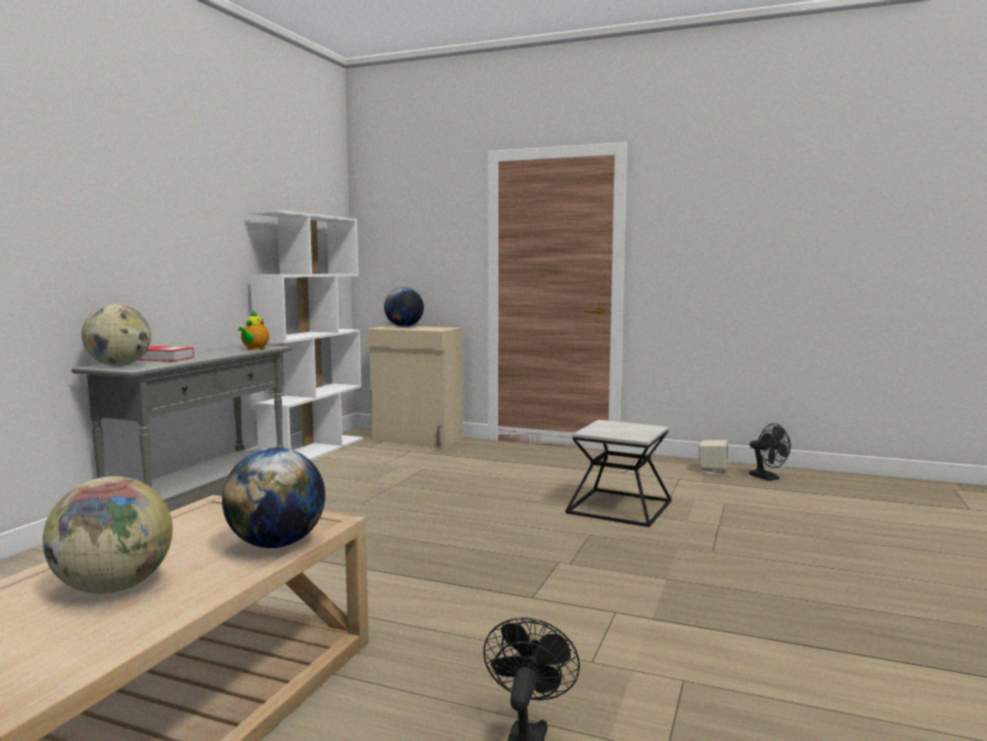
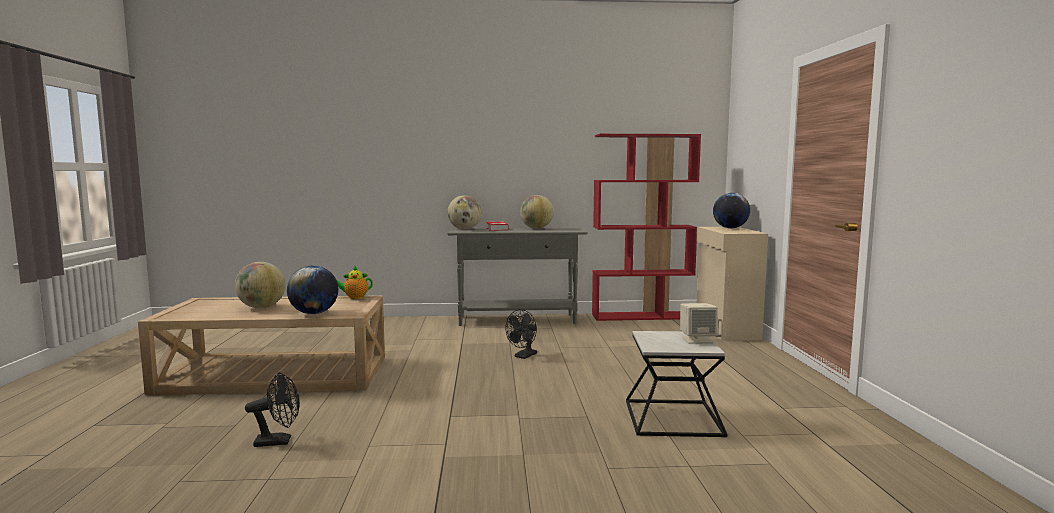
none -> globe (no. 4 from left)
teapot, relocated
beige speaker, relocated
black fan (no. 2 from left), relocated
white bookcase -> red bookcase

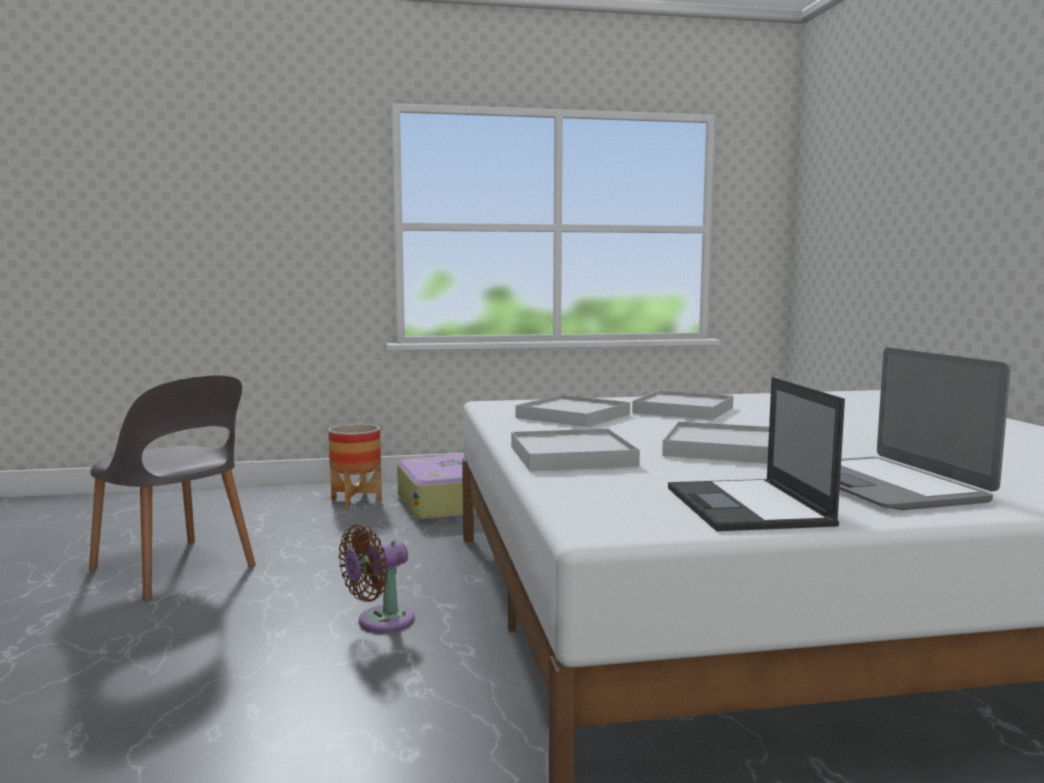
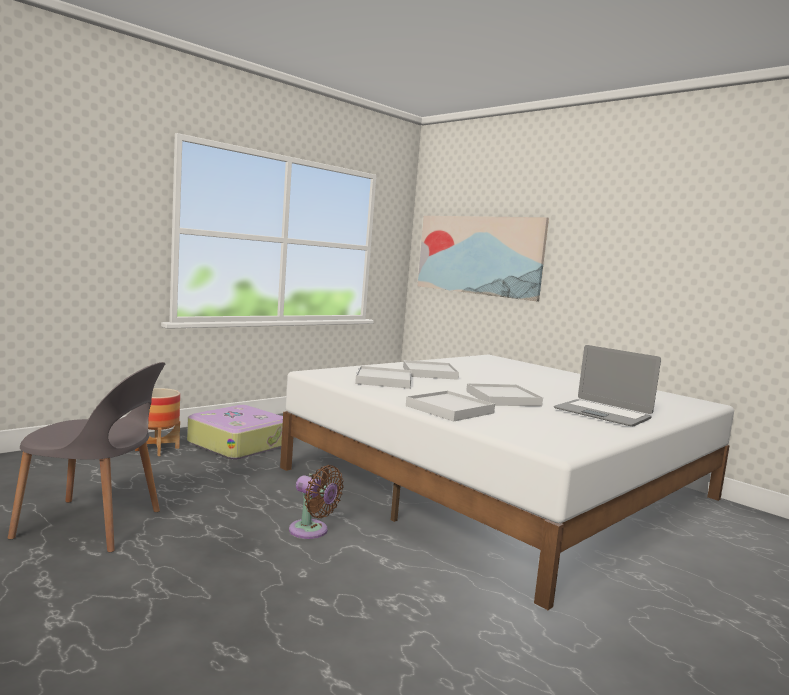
laptop (no. 1 from left) -> none
none -> picture
brown fan, 75 degrees counterclockwise

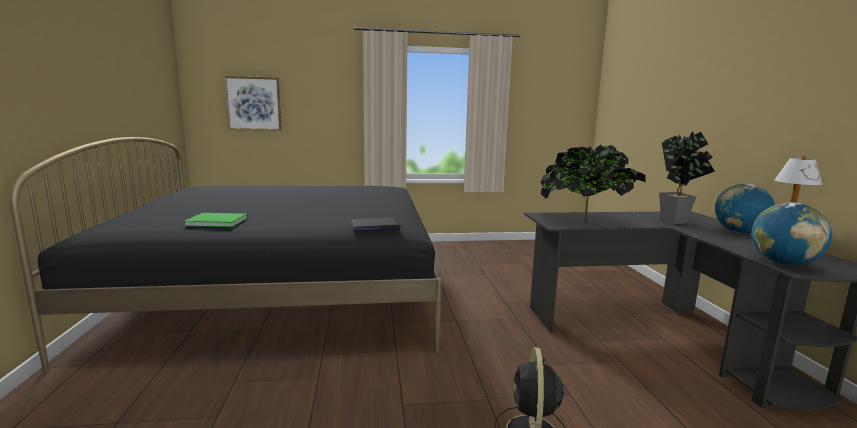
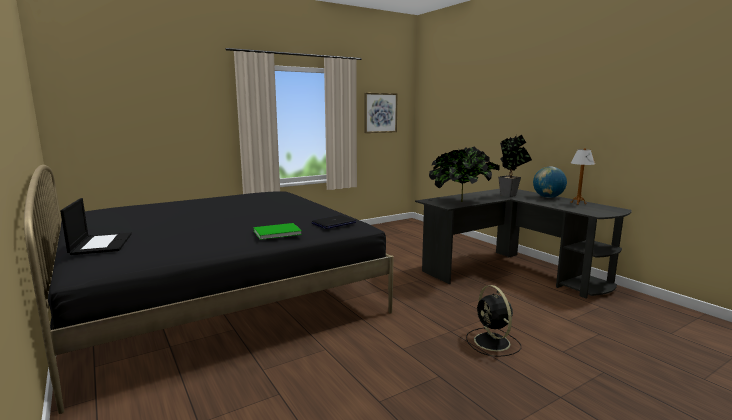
globe (no. 2 from left) -> none
none -> laptop (no. 1 from left)
green book, relocated
picture, relocated

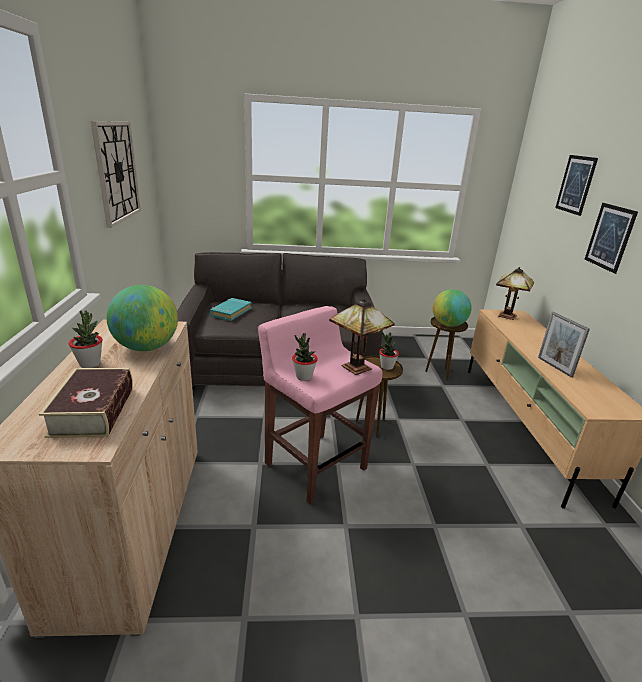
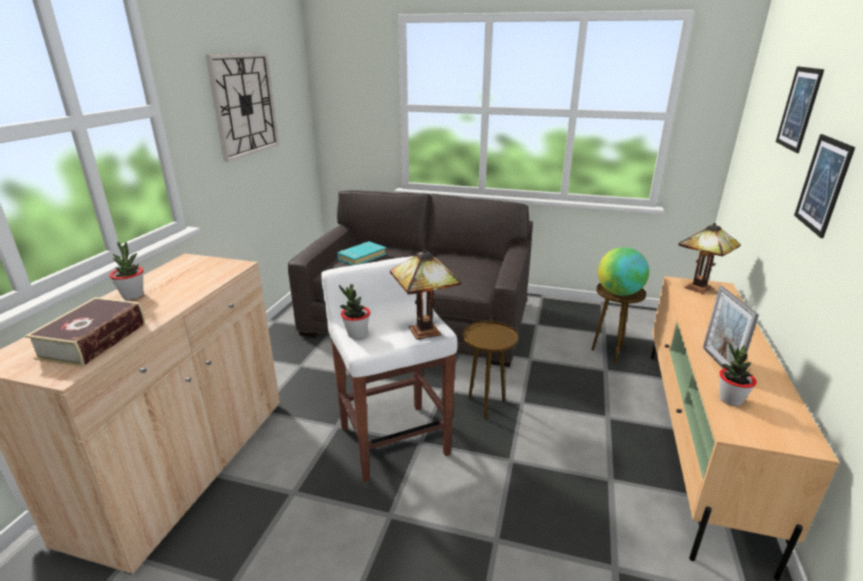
globe (no. 1 from left) -> none
potted plant (no. 3 from left), relocated
pink stool -> white stool

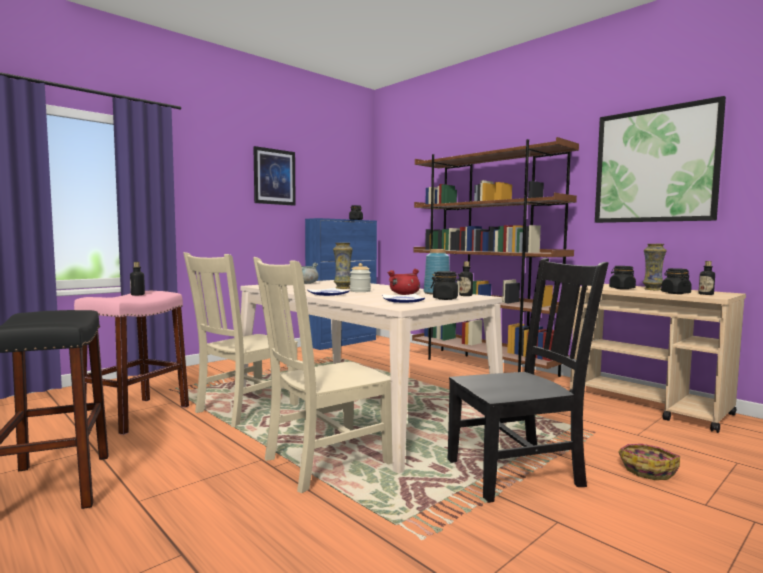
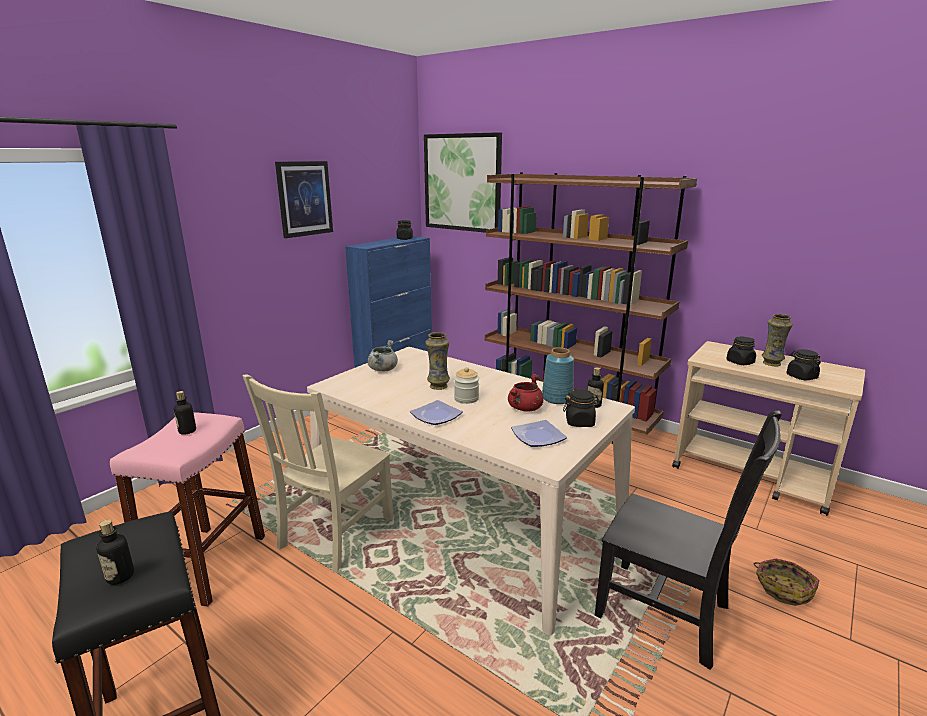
beige chair (no. 2 from left) -> none
picture (no. 2 from left), relocated
bottle (no. 3 from left in the first image) -> bottle (no. 1 from left), relocated
black chair, 60 degrees clockwise

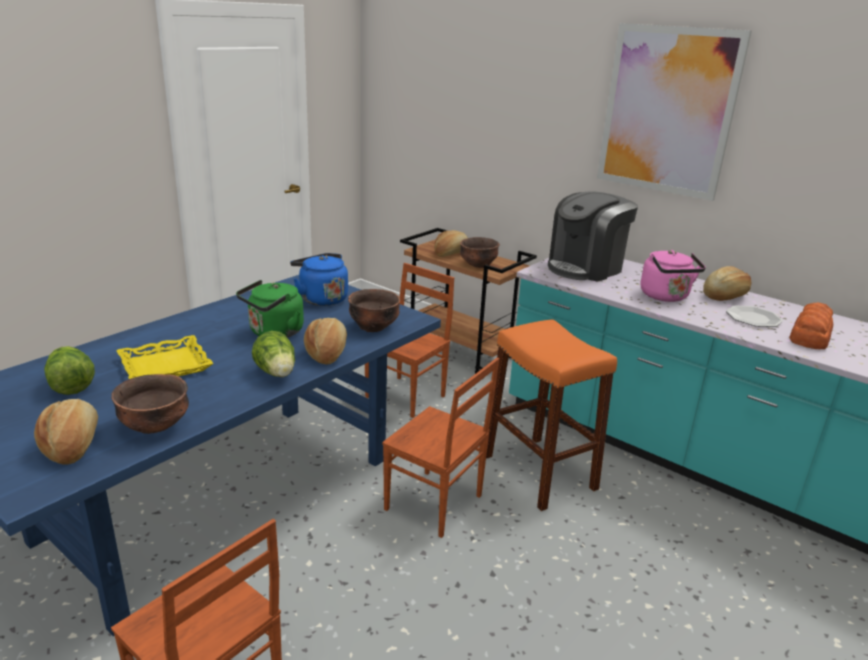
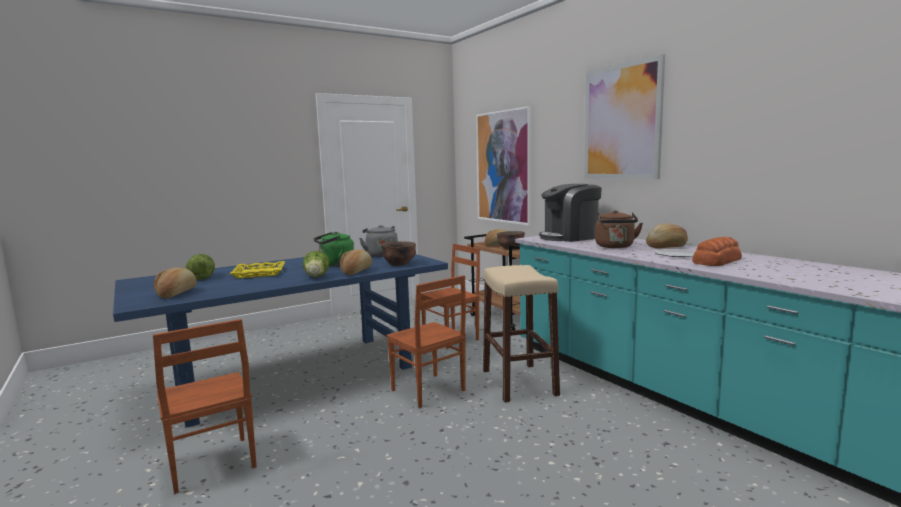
brown bowl (no. 1 from left) -> none
none -> picture (no. 1 from left)
blue kettle -> grey kettle
orange stool -> beige stool
pink kettle -> brown kettle

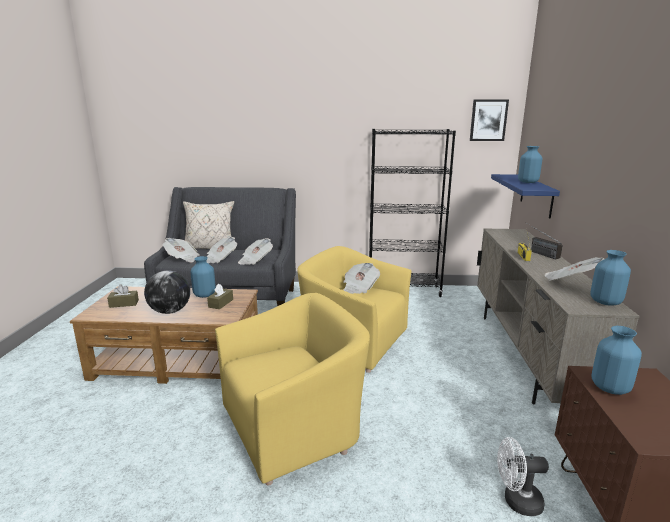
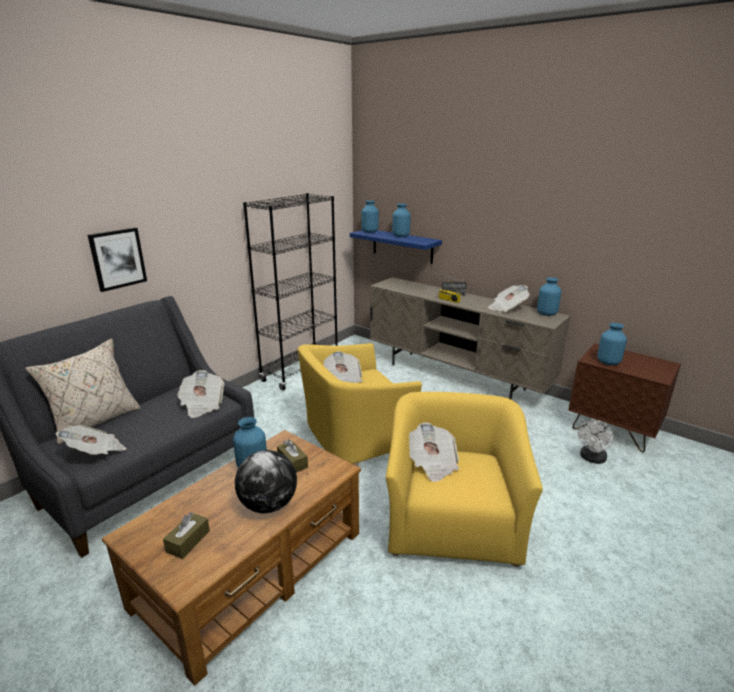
none -> blue vase (no. 2 from left)
newspaper (no. 2 from left in the first image) -> newspaper (no. 4 from left), relocated
picture, relocated

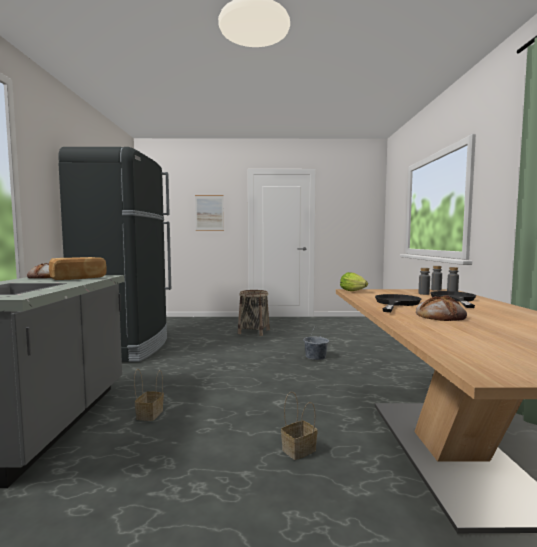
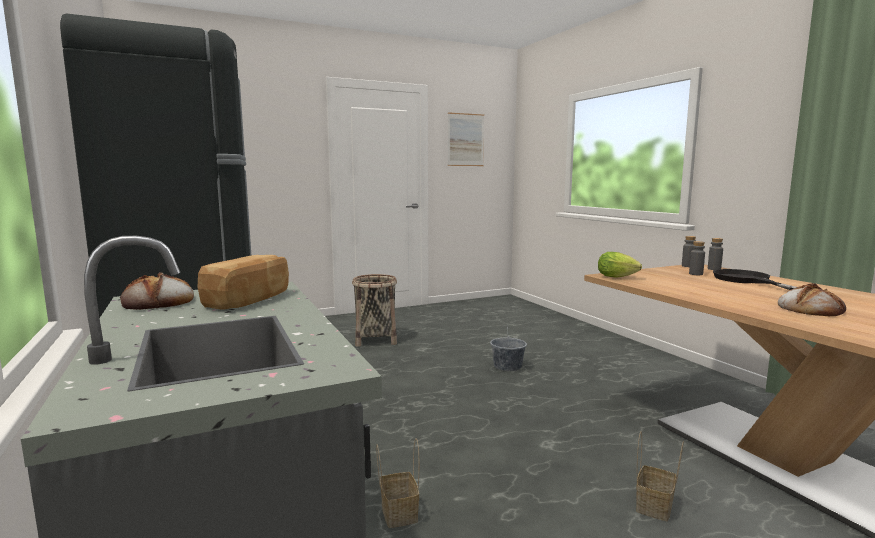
black frying pan (no. 1 from left) -> none
picture, relocated

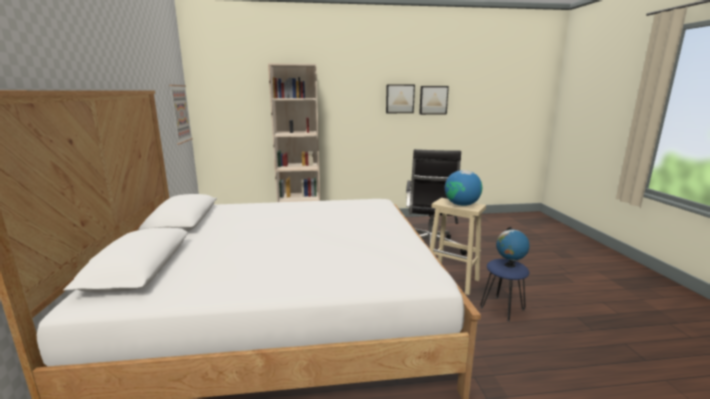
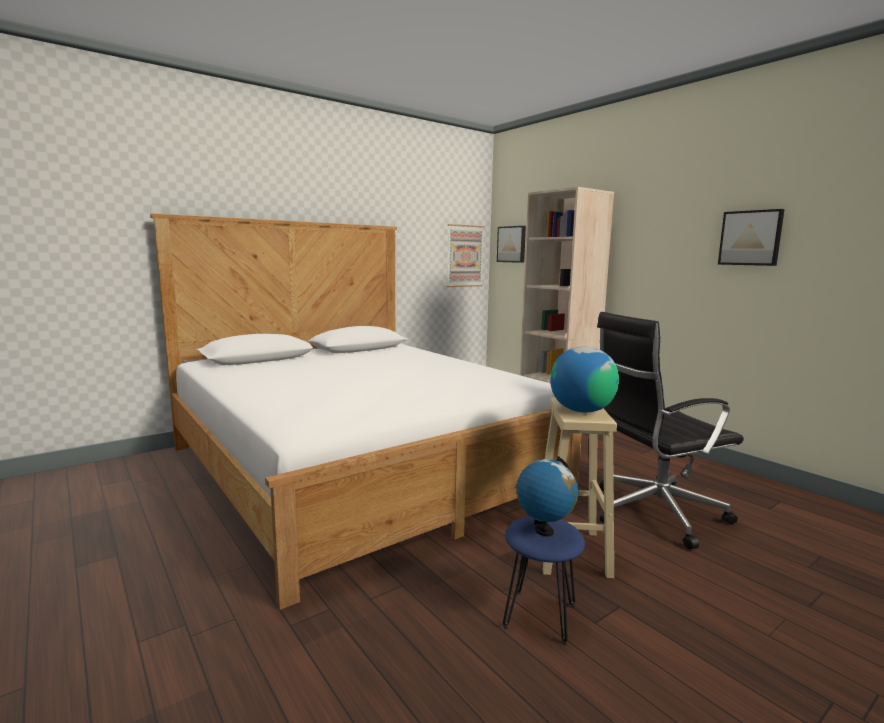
picture (no. 3 from left in the first image) -> picture (no. 2 from left), relocated

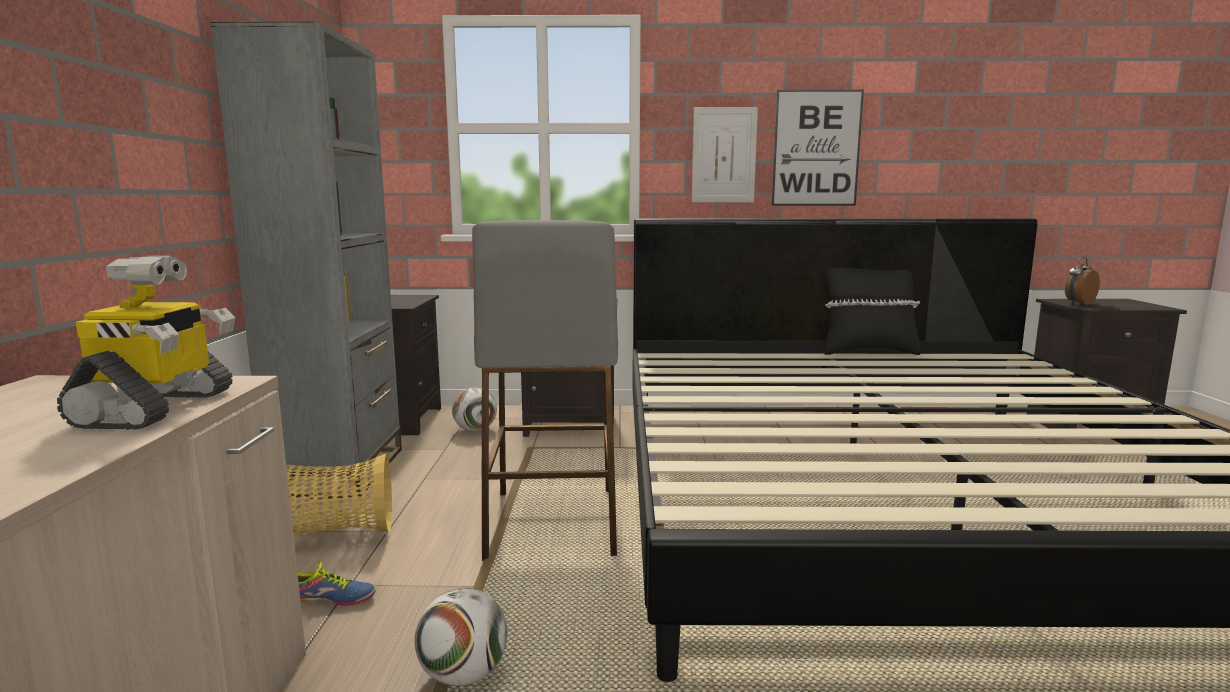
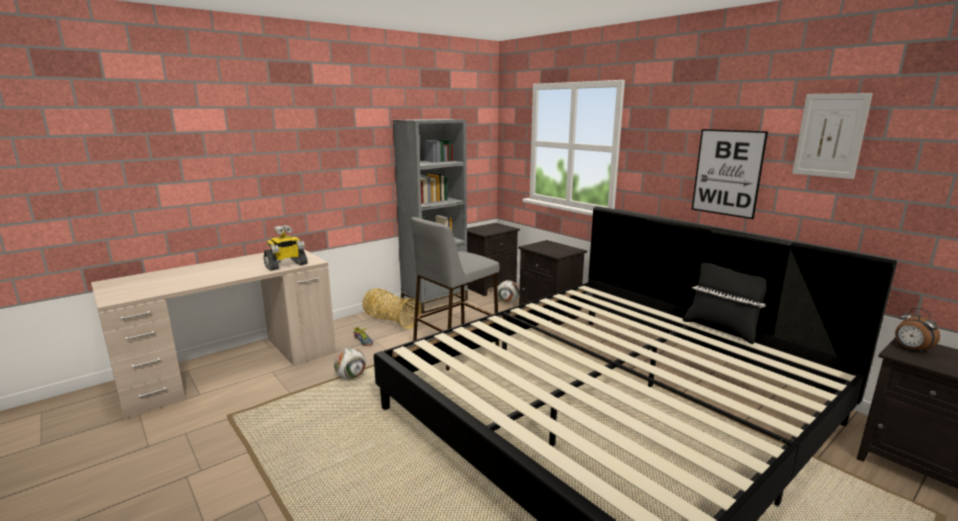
picture (no. 1 from left in the first image) -> picture (no. 2 from left), relocated
alarm clock, 135 degrees counterclockwise

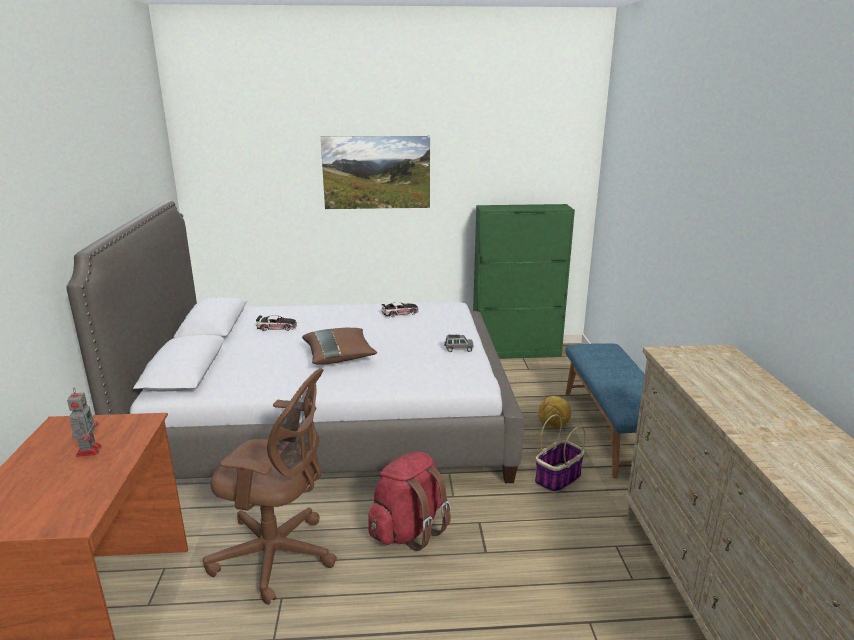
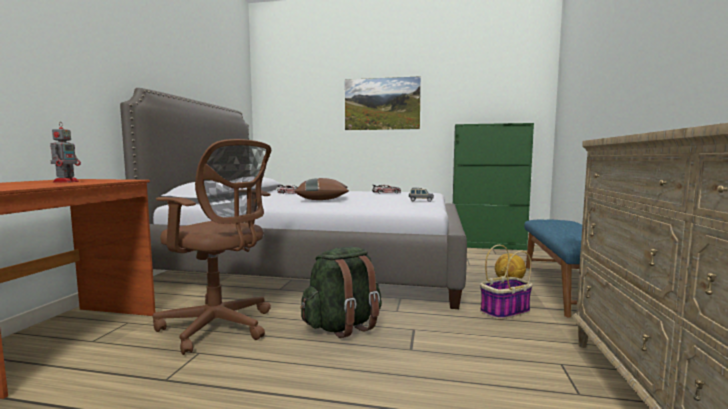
red backpack -> green backpack

